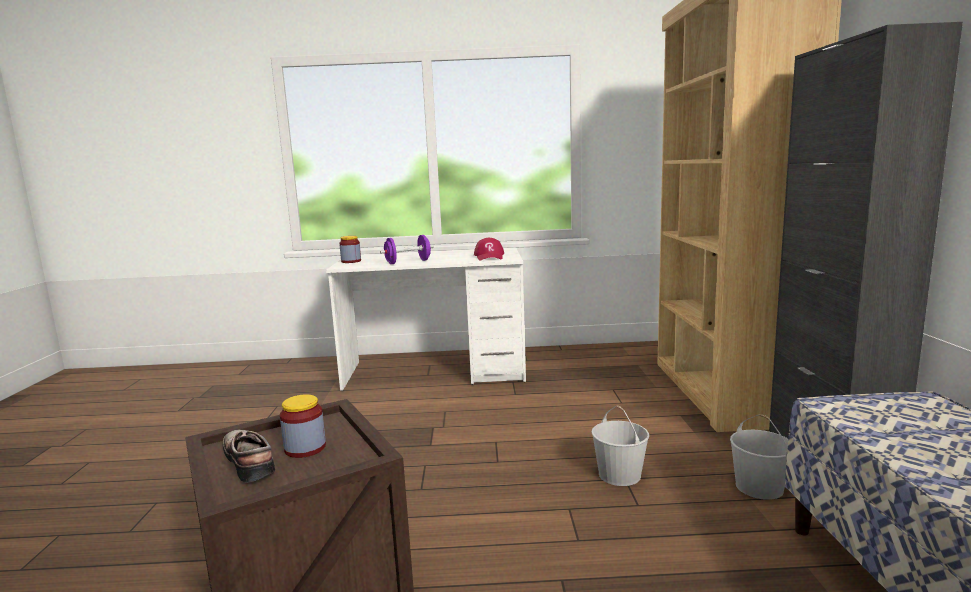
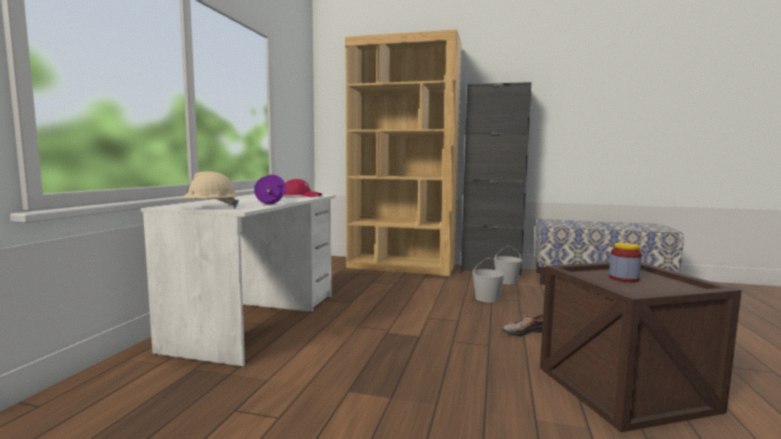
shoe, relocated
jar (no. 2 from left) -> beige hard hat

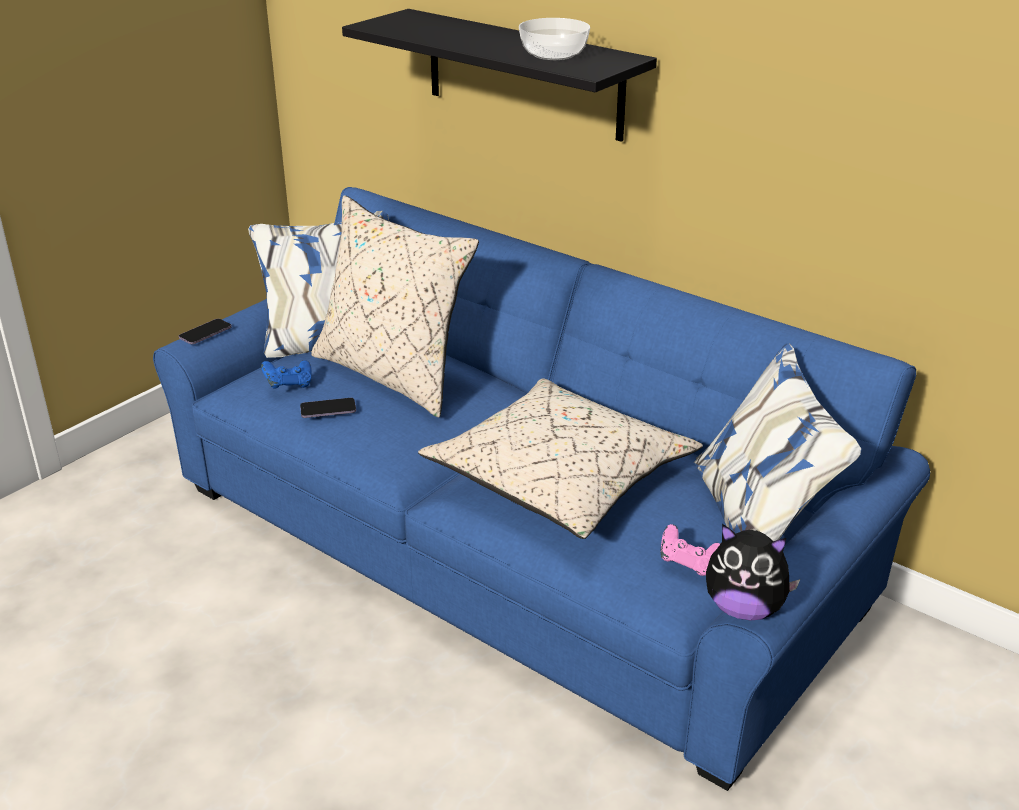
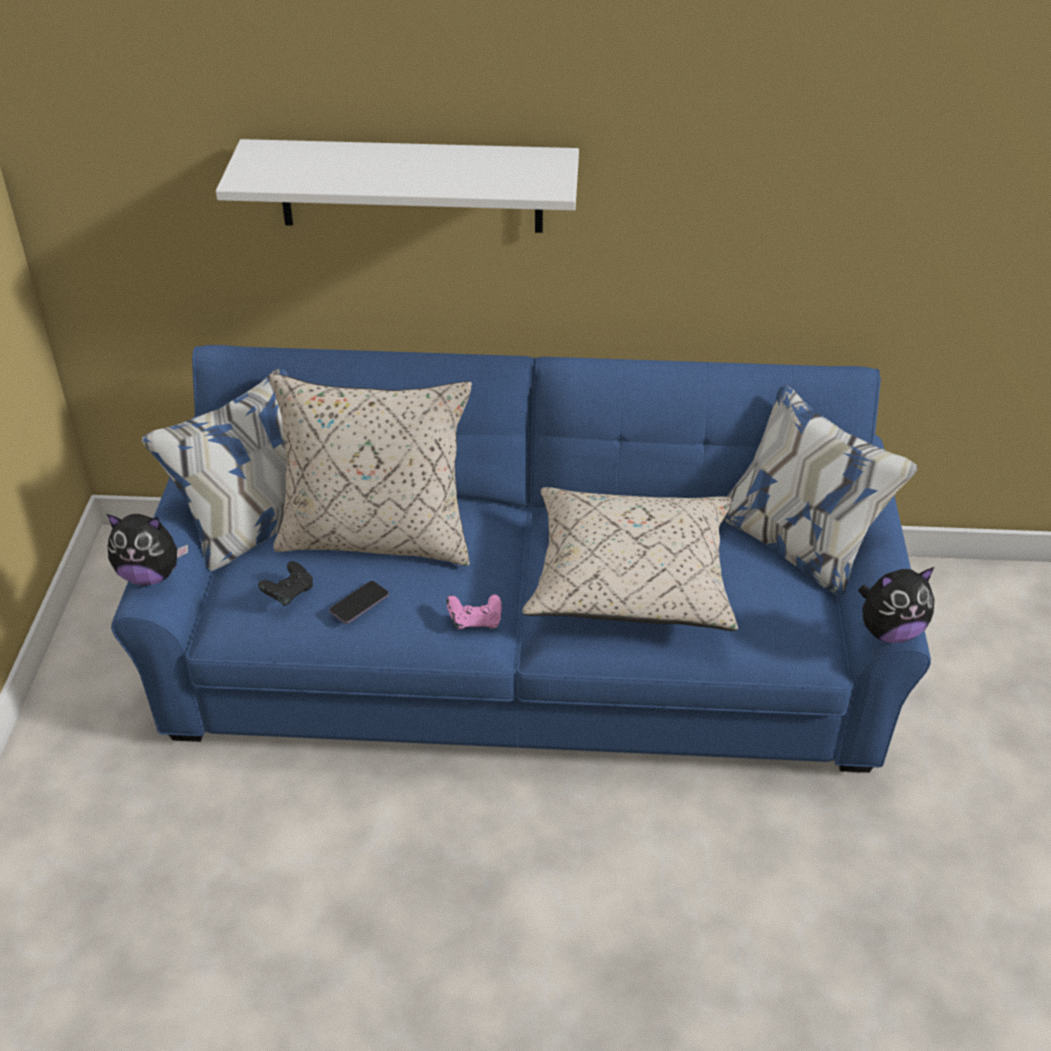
bowl -> none
pink game controller, relocated
phone (no. 1 from left) -> plush toy (no. 1 from left)
blue game controller -> black game controller
black shelf -> white shelf

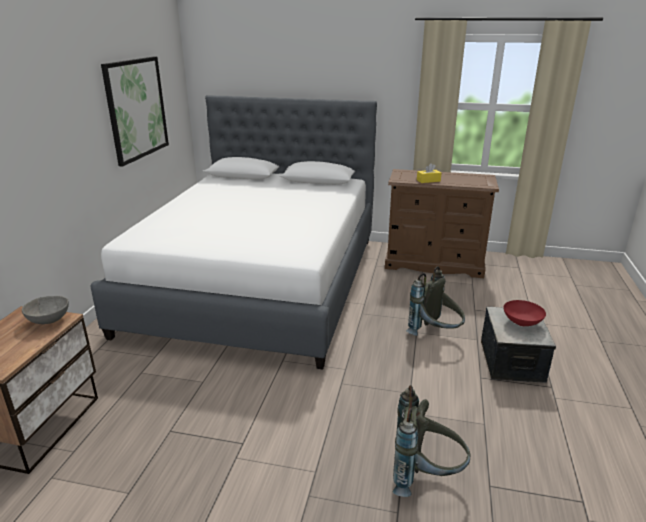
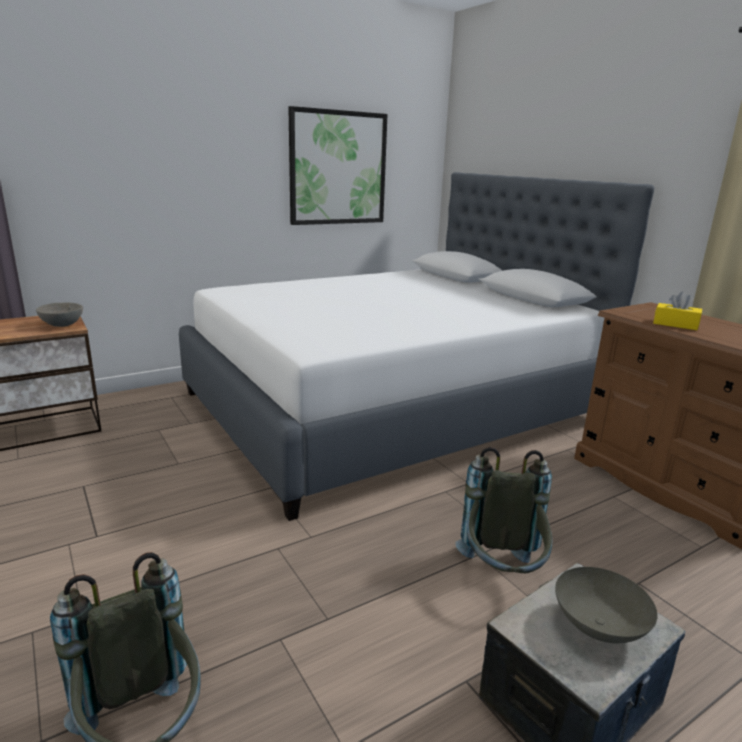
red bowl -> grey bowl (no. 2 from left)

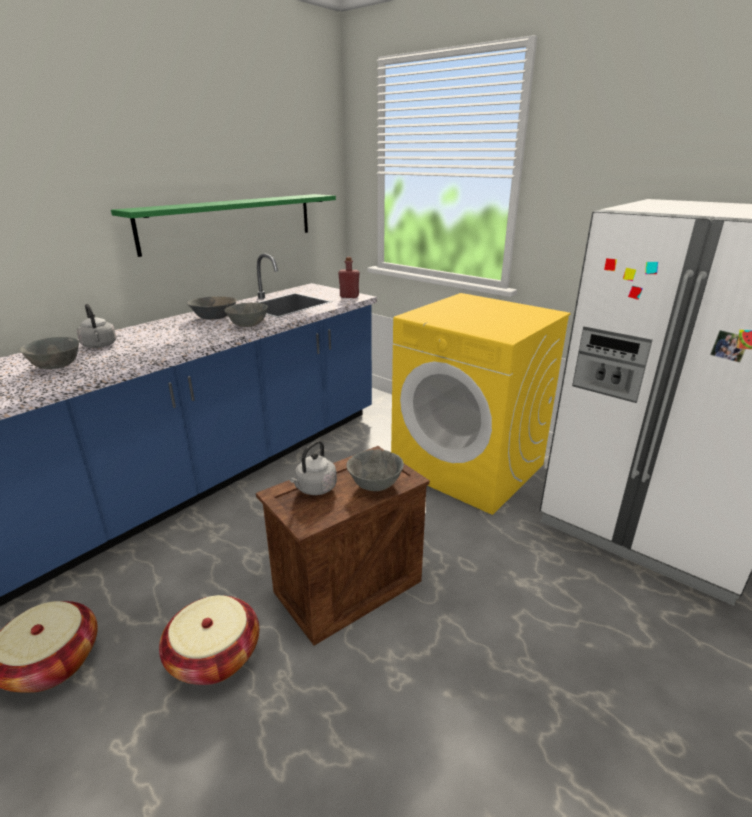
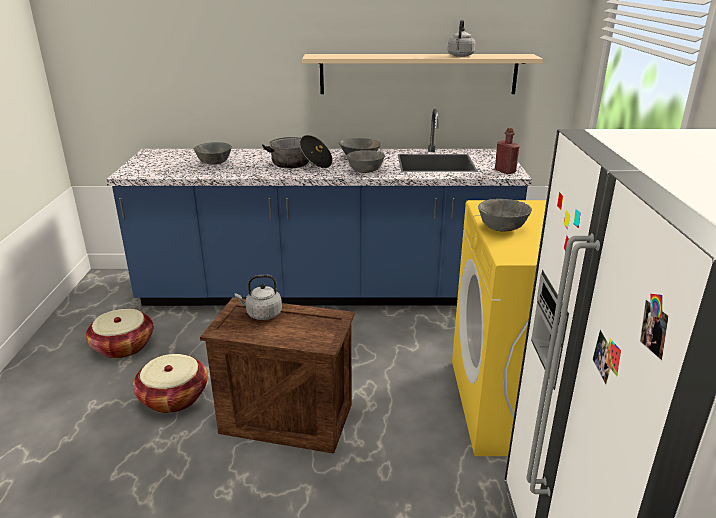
none -> cooking pot
grey kettle (no. 1 from left in the first image) -> grey kettle (no. 2 from left), relocated
grey bowl (no. 4 from left), relocated
green shelf -> beige shelf

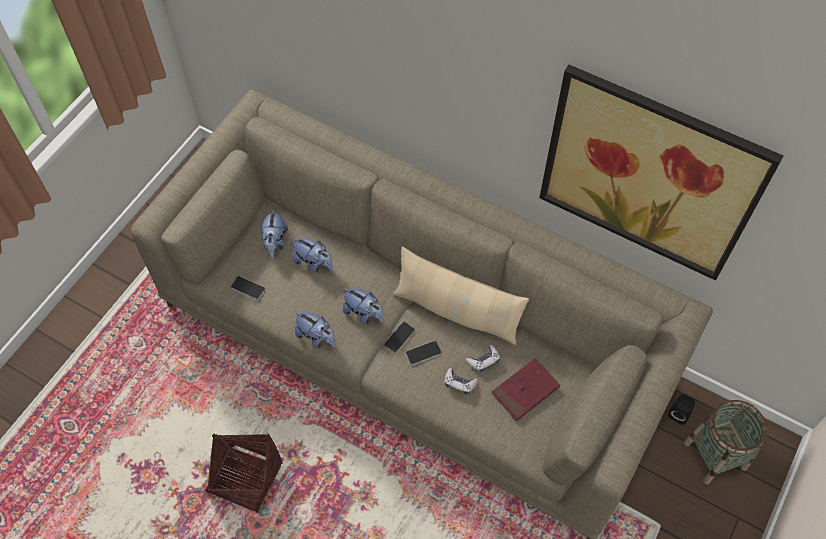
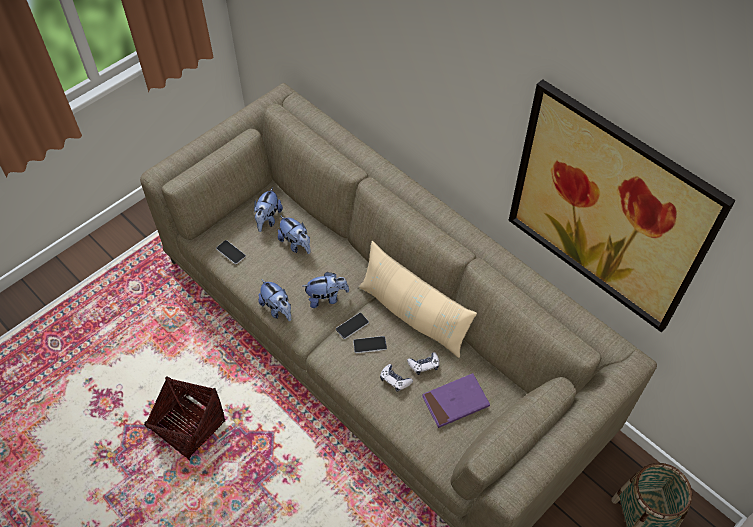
black speaker -> none
red book -> purple book
plush toy (no. 4 from left), 60 degrees counterclockwise

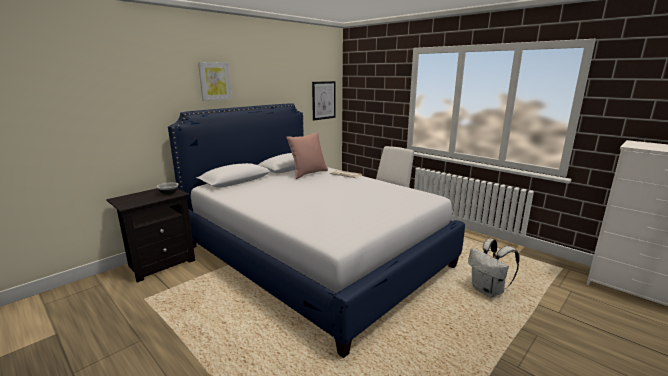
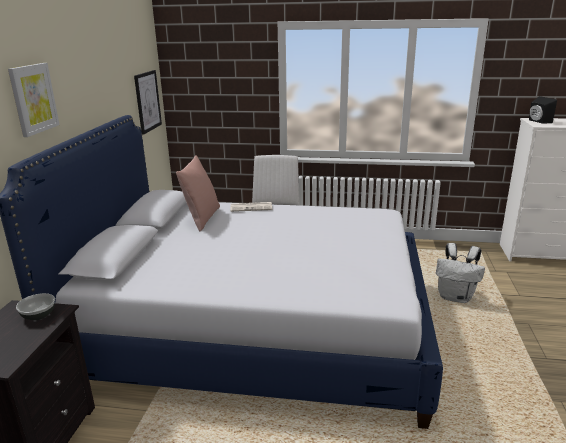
none -> black speaker

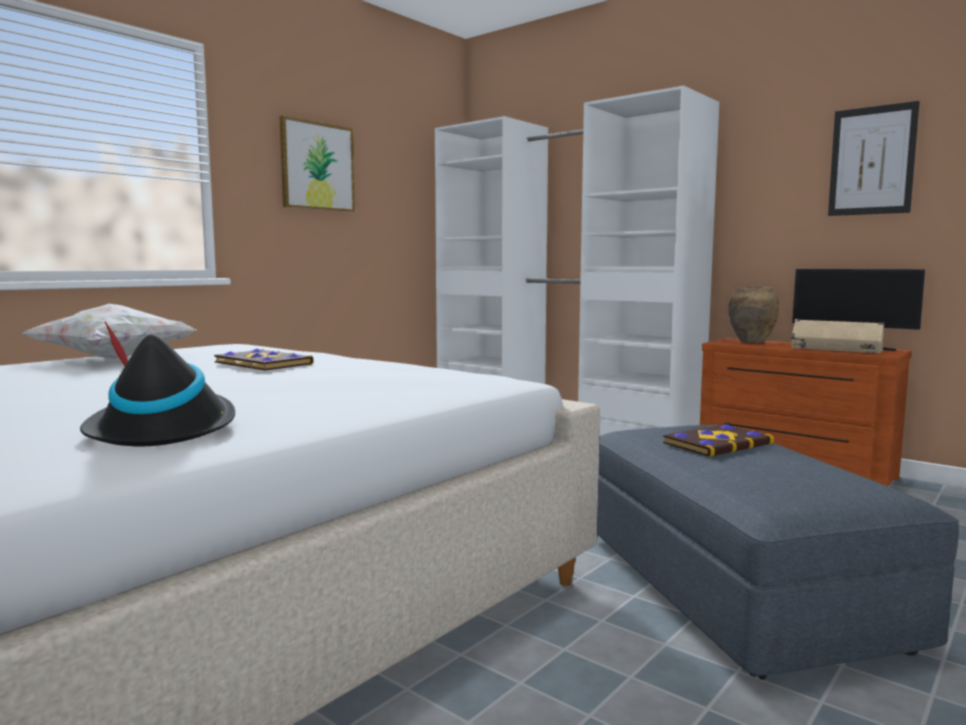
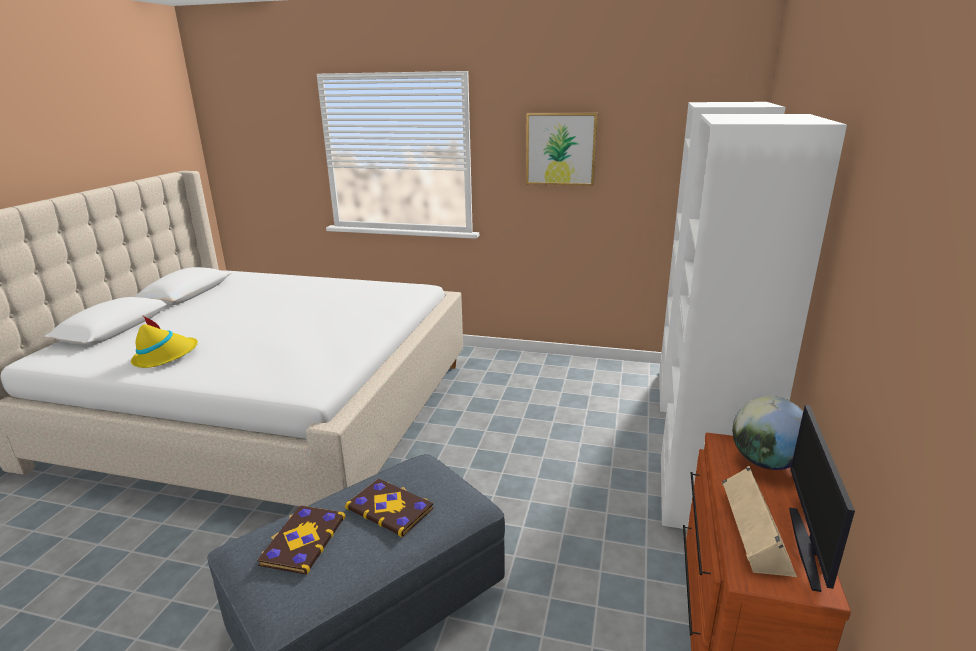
white pillow -> none
picture (no. 2 from left) -> none
book (no. 1 from left), relocated
brown vase -> globe
black hat -> yellow hat

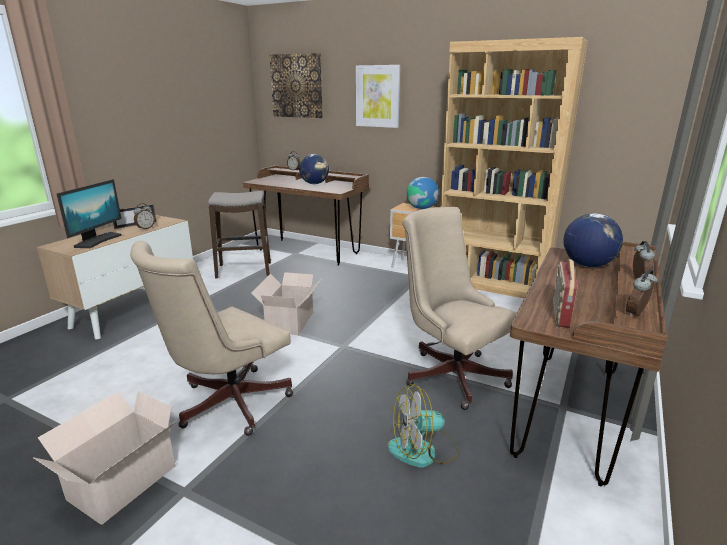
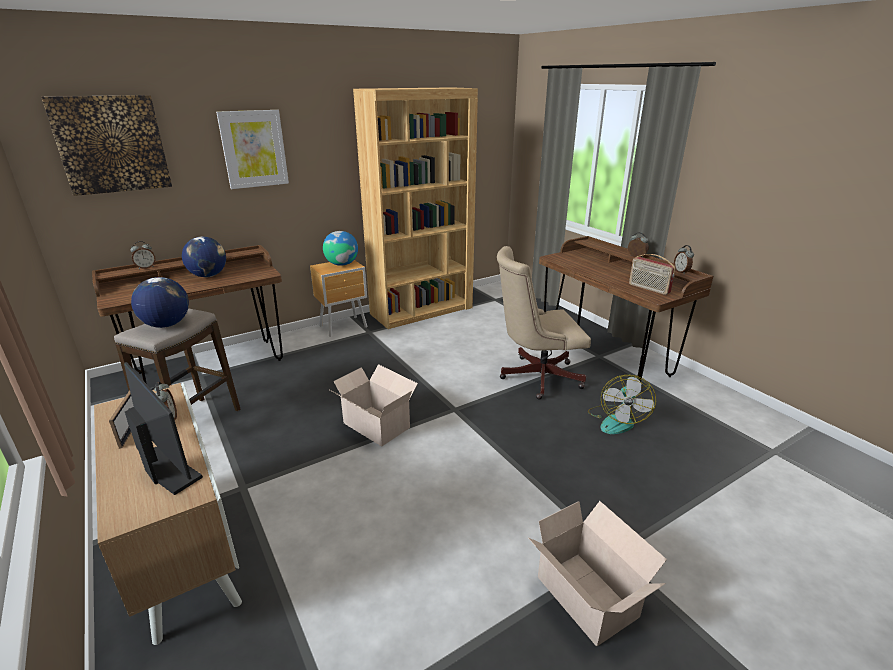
beige office chair (no. 1 from left) -> none
globe (no. 3 from left in the first image) -> globe (no. 1 from left), relocated

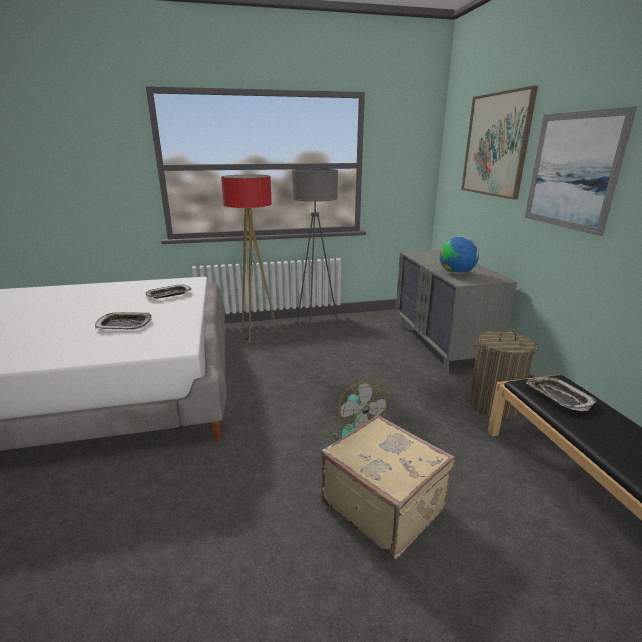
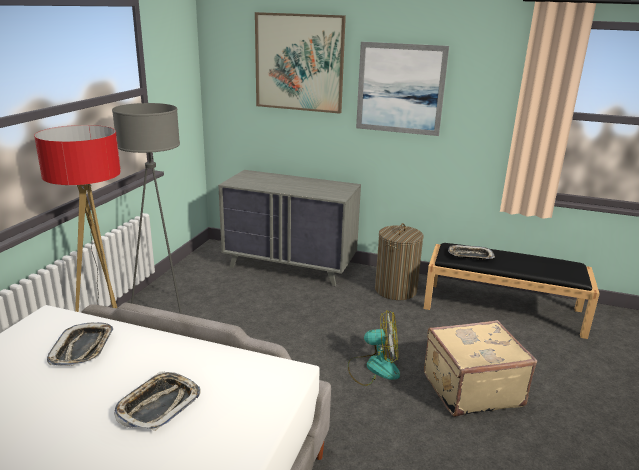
globe -> none

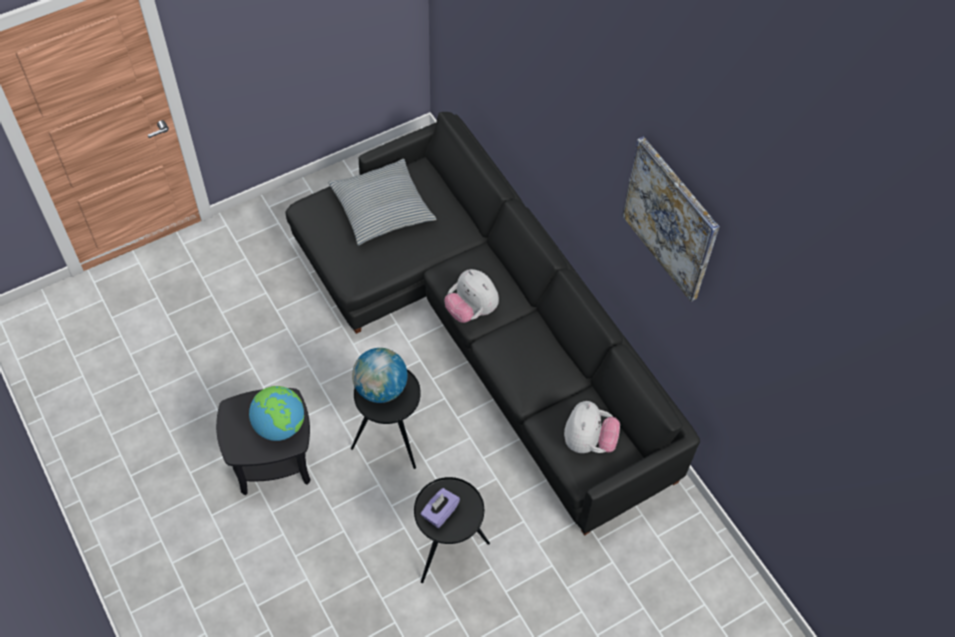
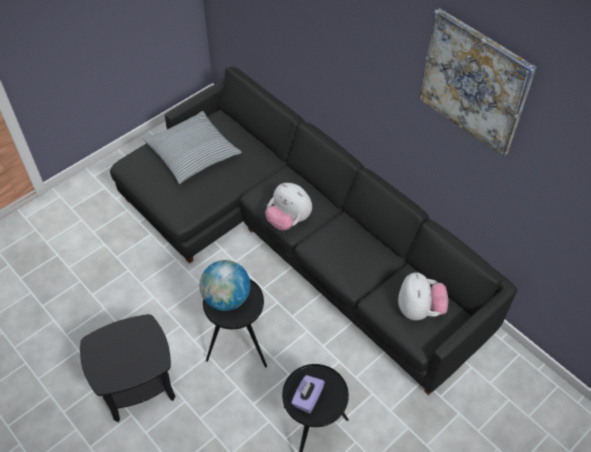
globe (no. 1 from left) -> none

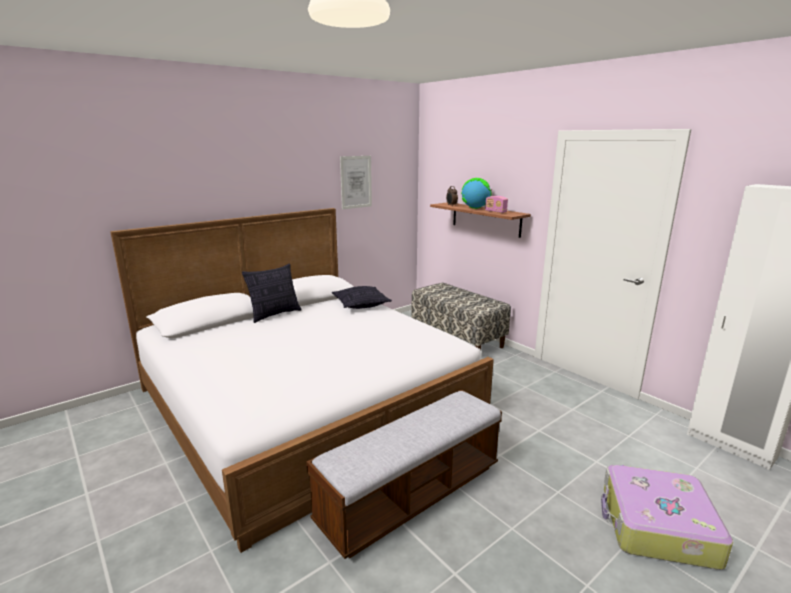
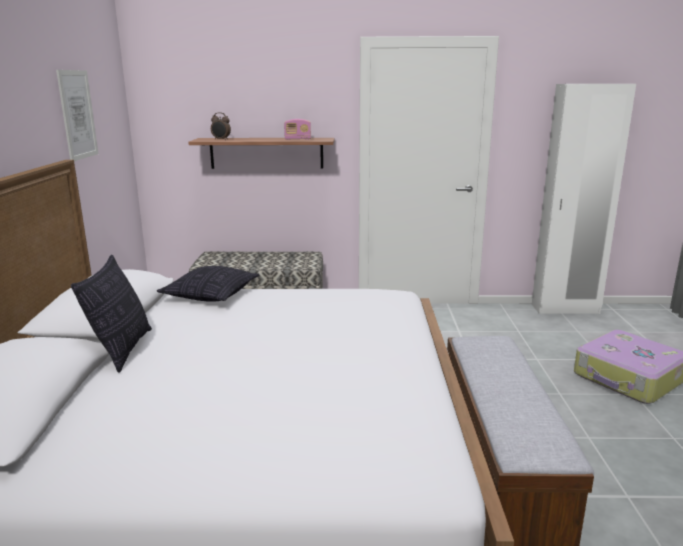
globe -> none

